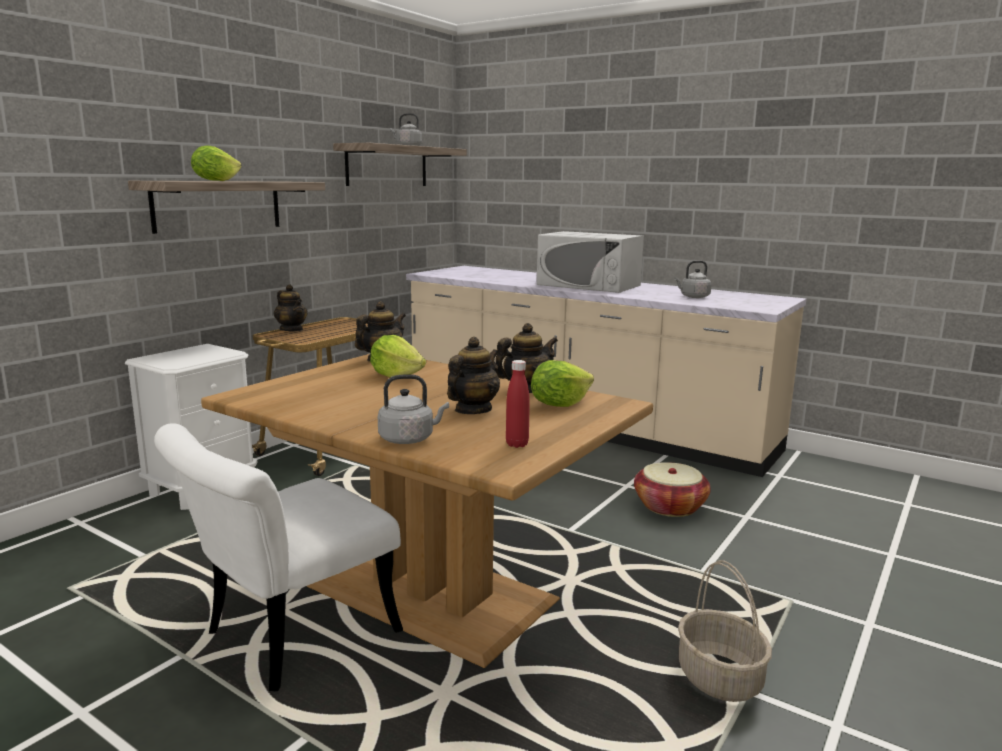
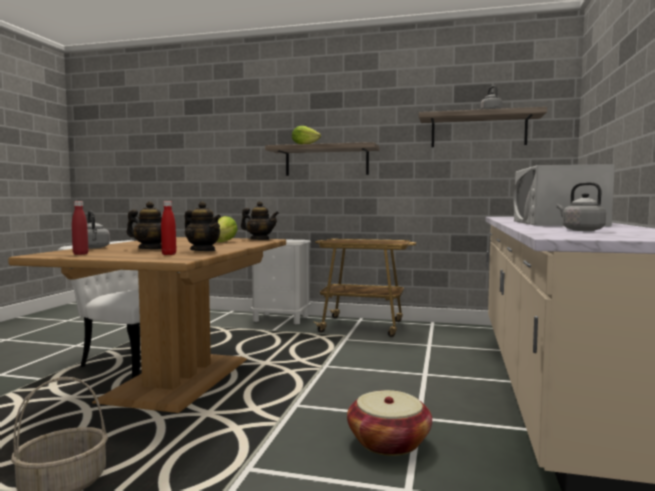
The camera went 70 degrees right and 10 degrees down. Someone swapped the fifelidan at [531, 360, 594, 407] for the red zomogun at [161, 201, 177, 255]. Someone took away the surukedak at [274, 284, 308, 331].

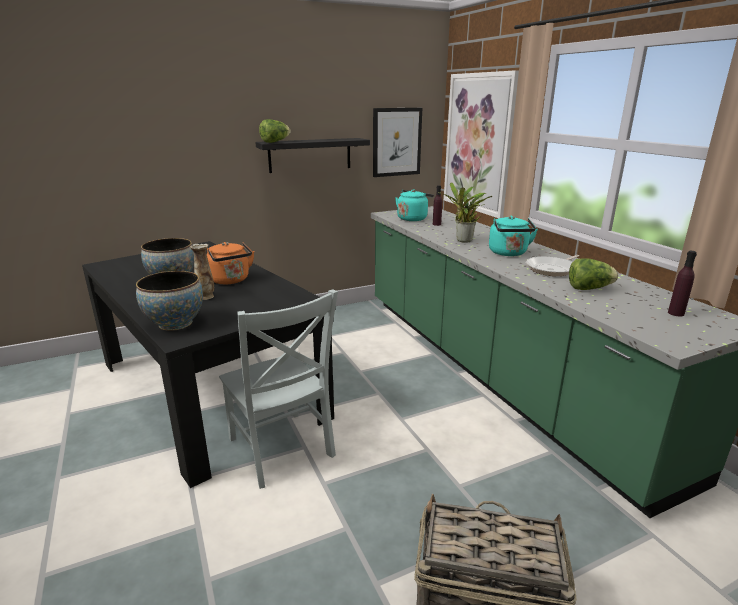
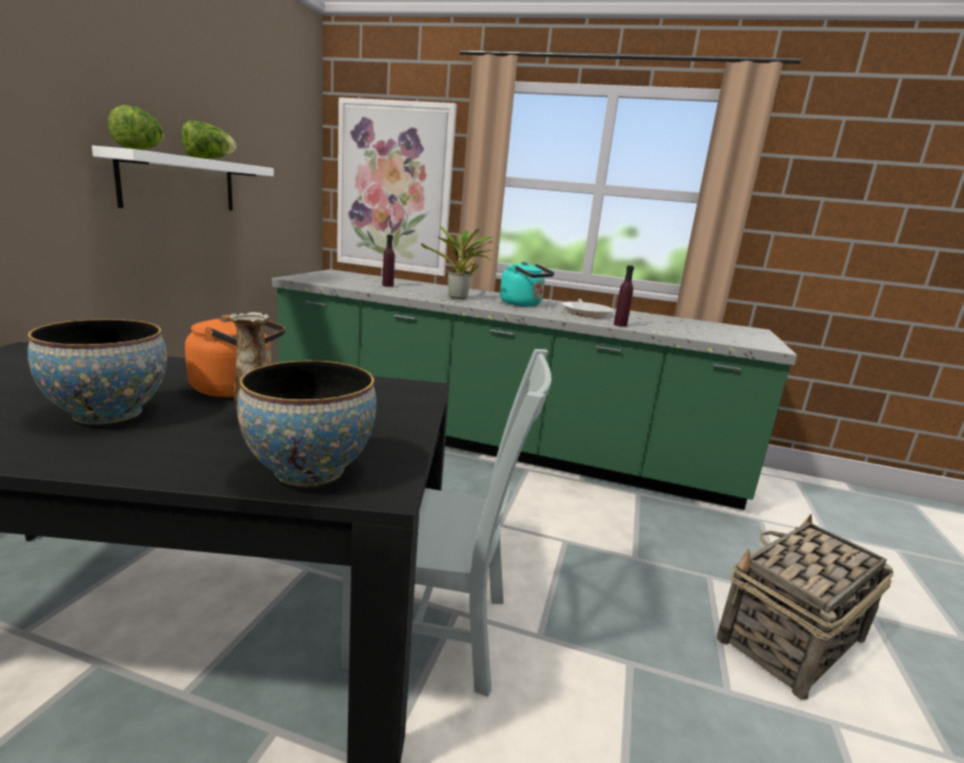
The camera went 50 degrees left and 5 degrees down. Someone repainted the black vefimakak at [255, 138, 370, 173], which became the white vefimakak at [92, 145, 274, 211]. Someone carried the fifelidan from [569, 258, 618, 290] to [182, 120, 236, 159]. Someone carried the purple zomogun from [668, 251, 697, 316] to [614, 265, 634, 327]. Someone took away the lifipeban at [373, 108, 422, 177]. Someone took away the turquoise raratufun at [395, 189, 434, 221].

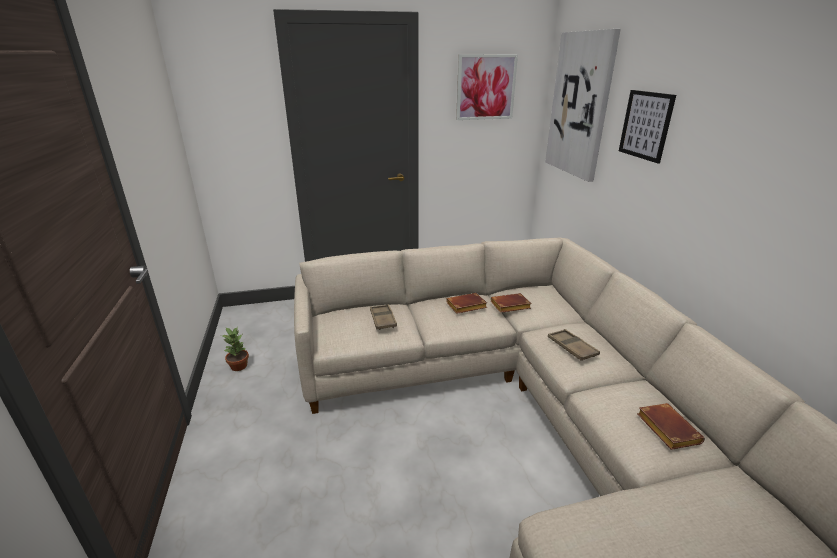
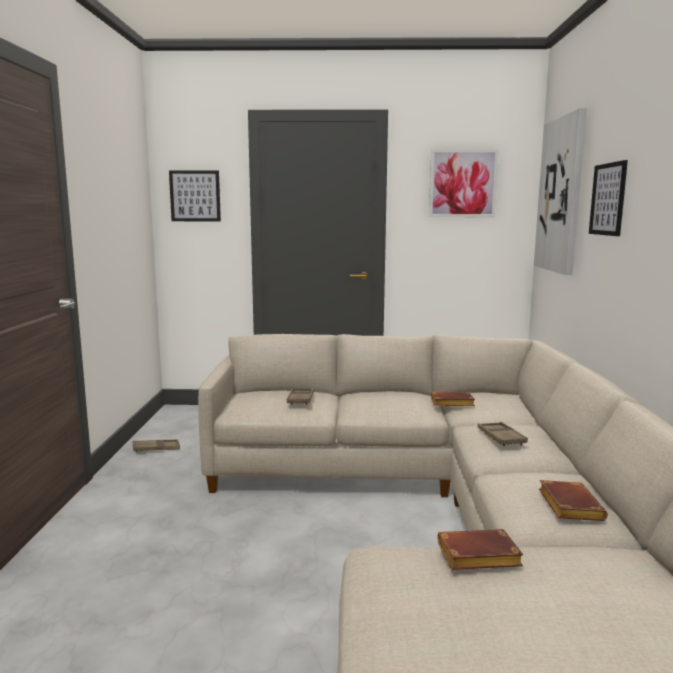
The camera went 15 degrees right and 15 degrees down. Someone swapped the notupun at [221, 327, 249, 371] for the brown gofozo at [133, 439, 180, 452]. Someone put up the lifipeban at [169, 170, 221, 222]. Someone carried the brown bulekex from [446, 293, 487, 314] to [438, 529, 523, 570].

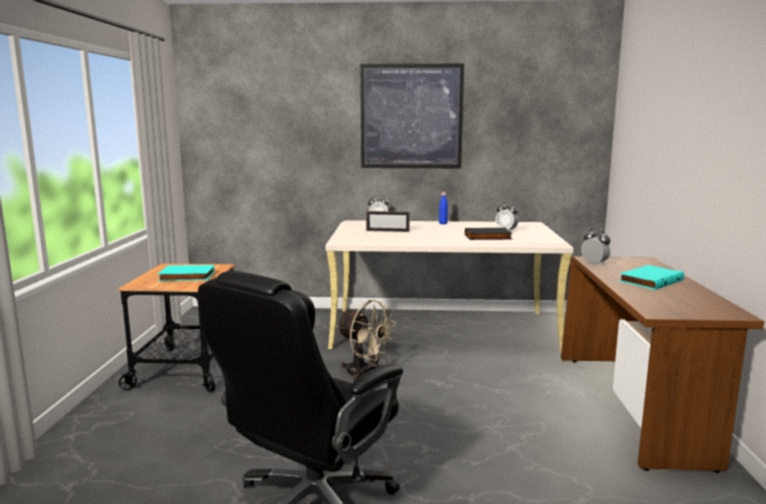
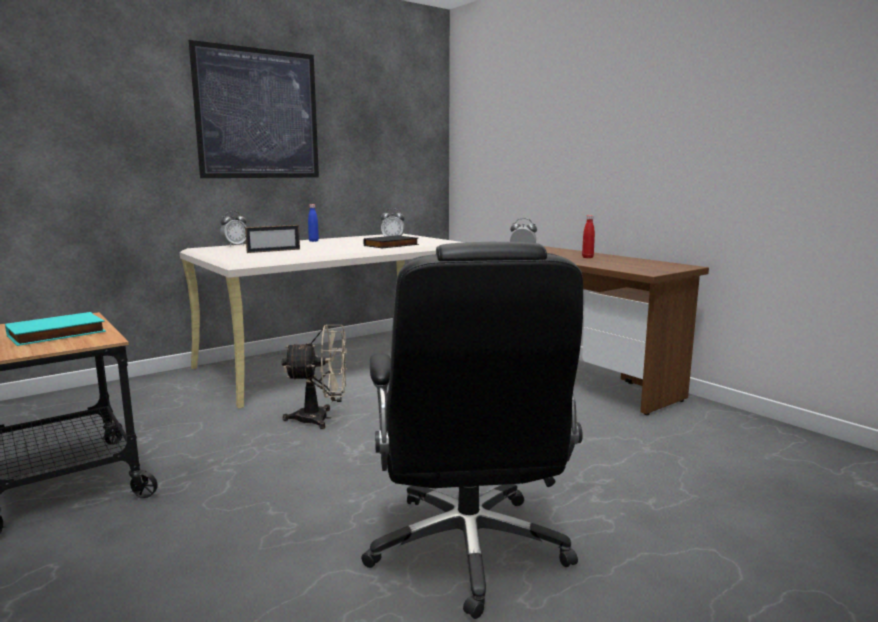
The camera went 40 degrees left and 0 degrees up. Someone swapped the turquoise bulekex at [619, 265, 684, 290] for the red zomogun at [582, 215, 595, 258].

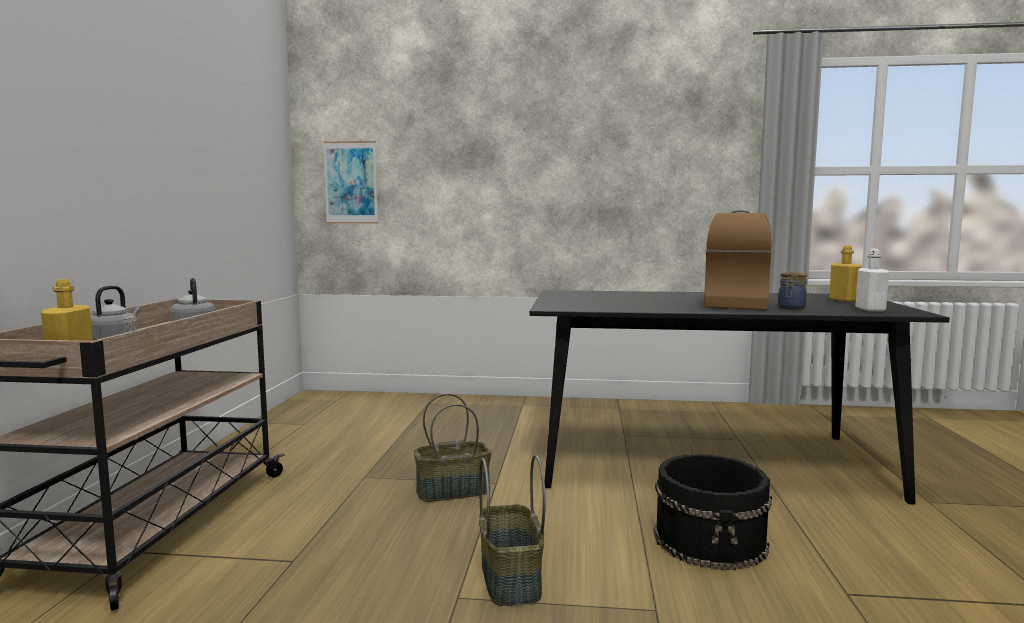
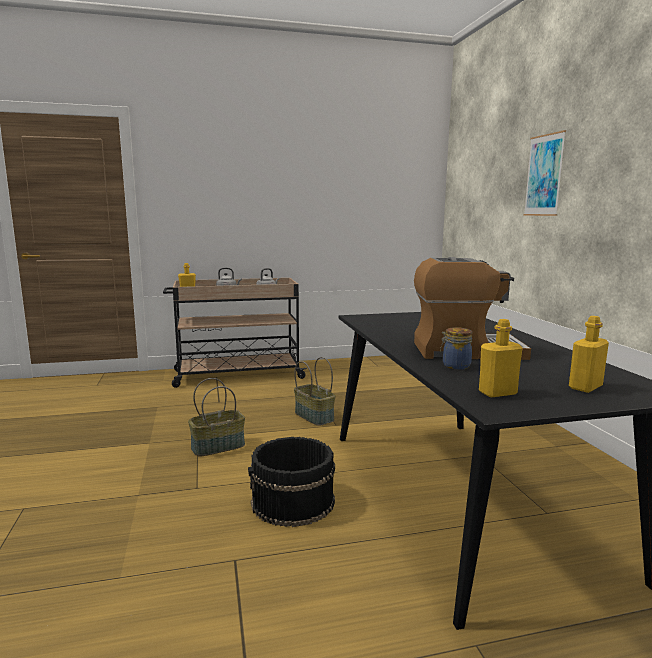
The camera went 70 degrees right and 5 degrees up. Someone repainted the white zomogun at [856, 249, 889, 311], which became the yellow zomogun at [479, 319, 523, 397]. Someone carried the lifipeban from [323, 141, 378, 224] to [523, 130, 566, 216].

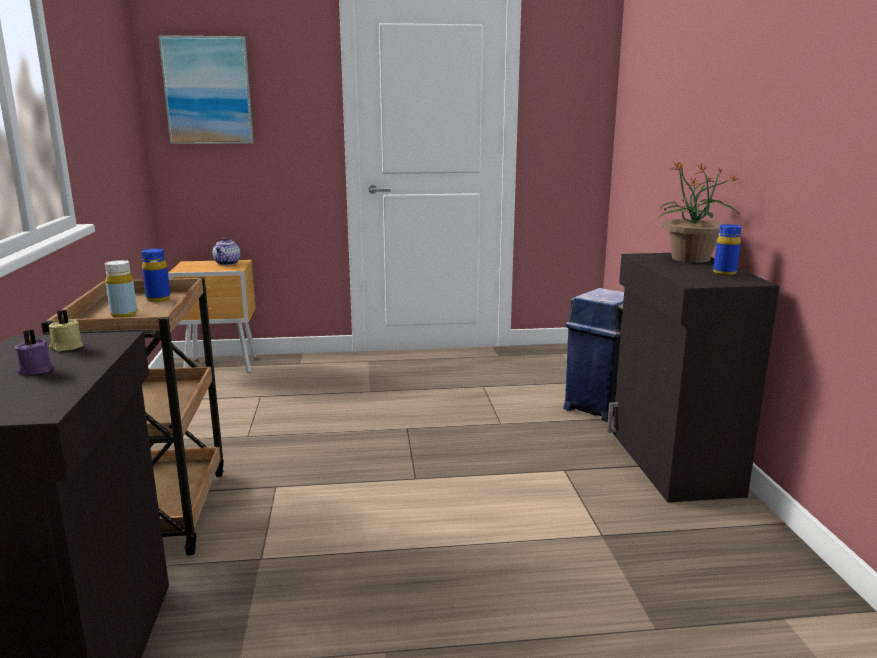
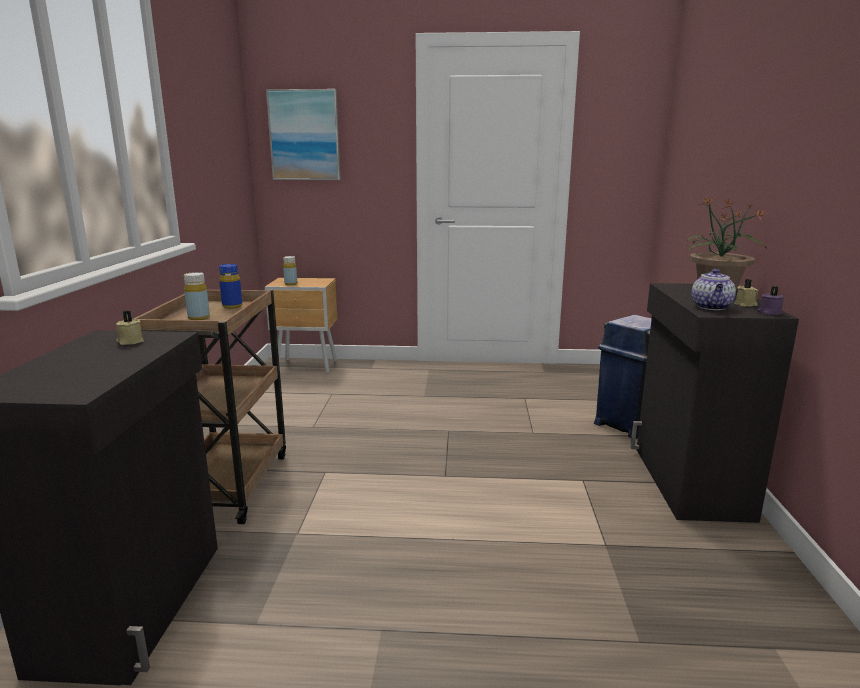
The camera went 10 degrees right and 0 degrees up. Someone put down the yellow zomogun at [283, 256, 297, 285]. Someone carried the surukedak from [213, 237, 241, 265] to [691, 269, 736, 310]. Someone swapped the blue zomogun at [713, 224, 741, 276] for the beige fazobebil at [734, 279, 758, 307]. Someone carried the purple fazobebil from [14, 330, 53, 375] to [757, 286, 784, 315].

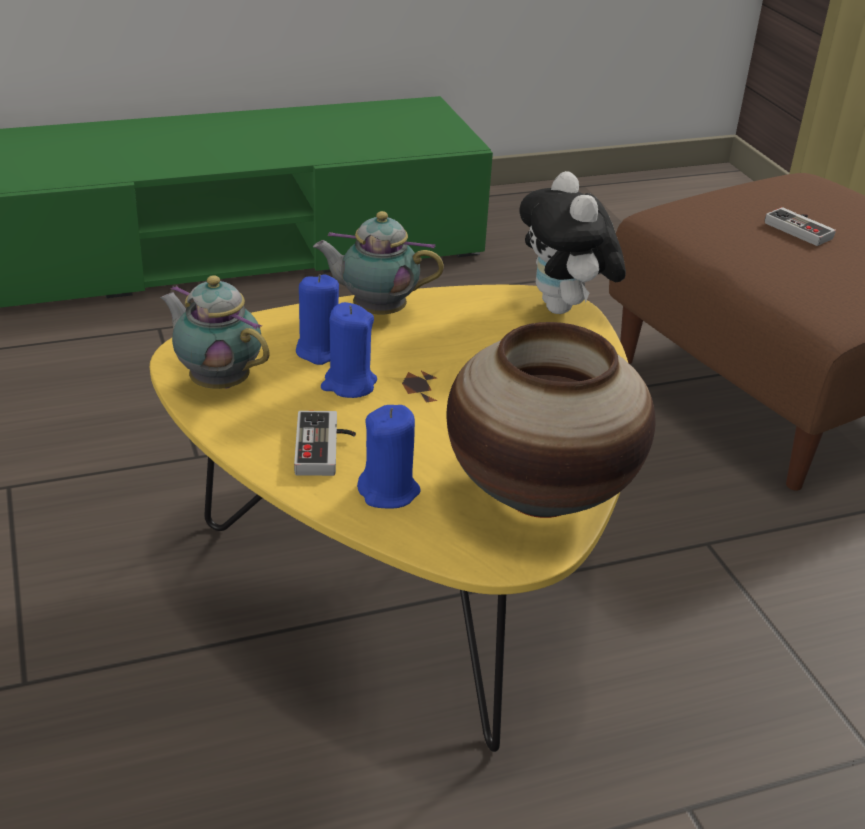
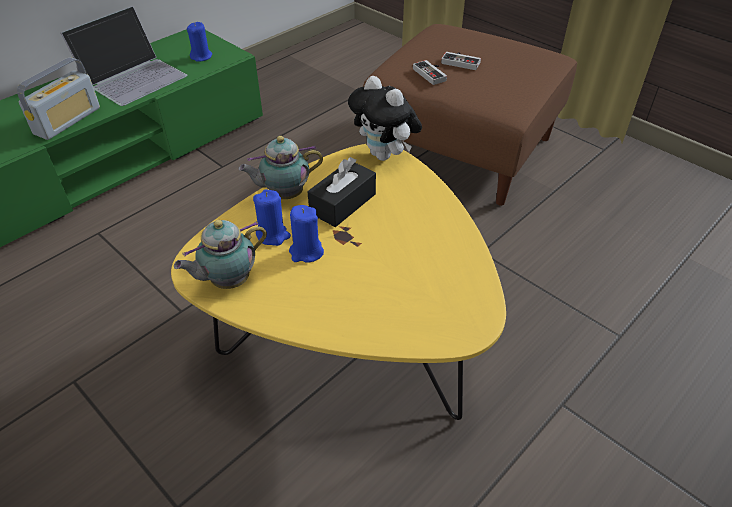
The camera went 25 degrees left and 10 degrees up. Someone put down the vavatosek at [17, 57, 100, 140]. Someone put down the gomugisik at [61, 6, 187, 106]. Someone rotated the surukedak at [160, 275, 270, 389] by 45 degrees counterclockwise. Someone carried the blue fazobebil from [357, 405, 421, 509] to [187, 22, 212, 62]. Someone put down the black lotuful at [307, 157, 376, 227]. Someone carried the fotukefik from [294, 411, 356, 476] to [413, 60, 447, 85]. Someone took away the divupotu at [446, 322, 655, 518].

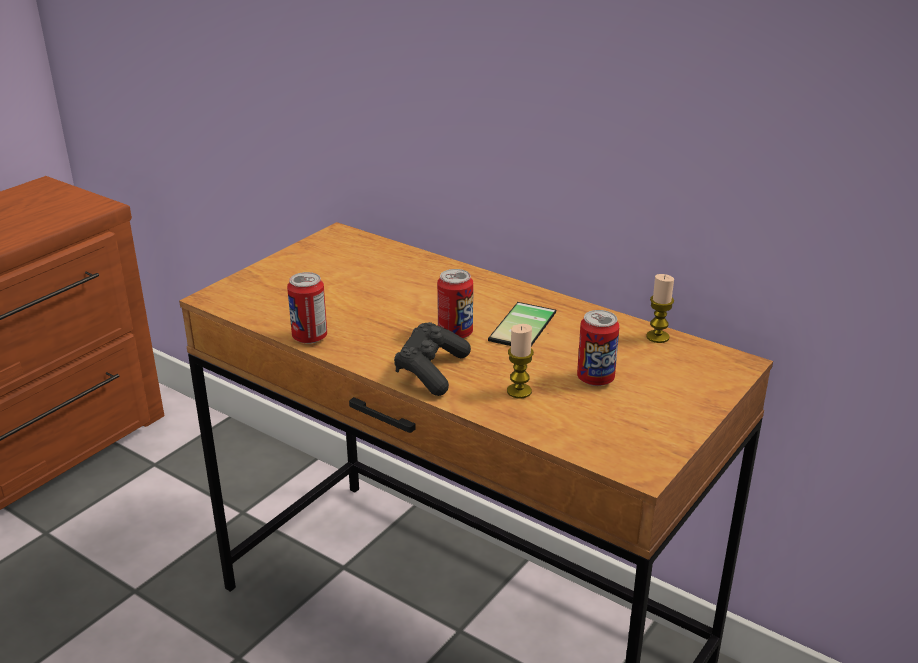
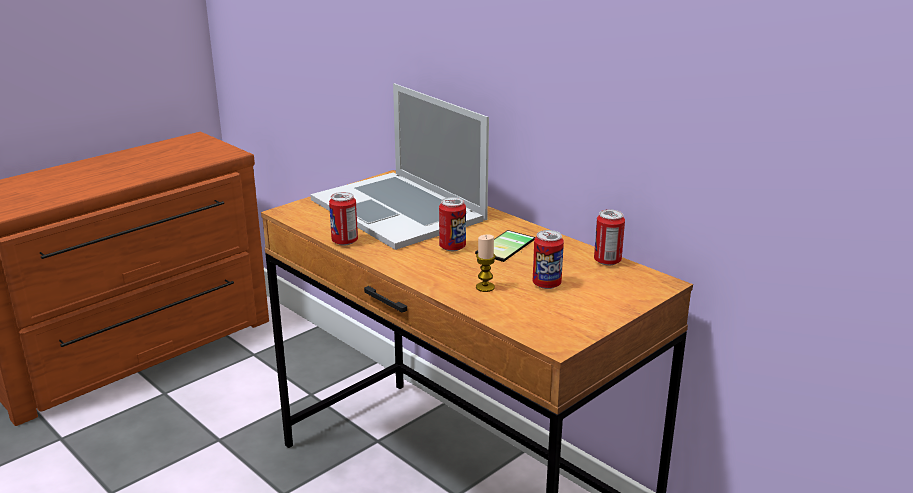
The camera went 10 degrees right and 5 degrees down. Someone put down the gomugisik at [310, 83, 489, 250]. Someone swapped the fazobebil at [646, 274, 674, 343] for the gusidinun at [594, 209, 625, 266]. Someone took away the black fotukefik at [394, 322, 471, 396].

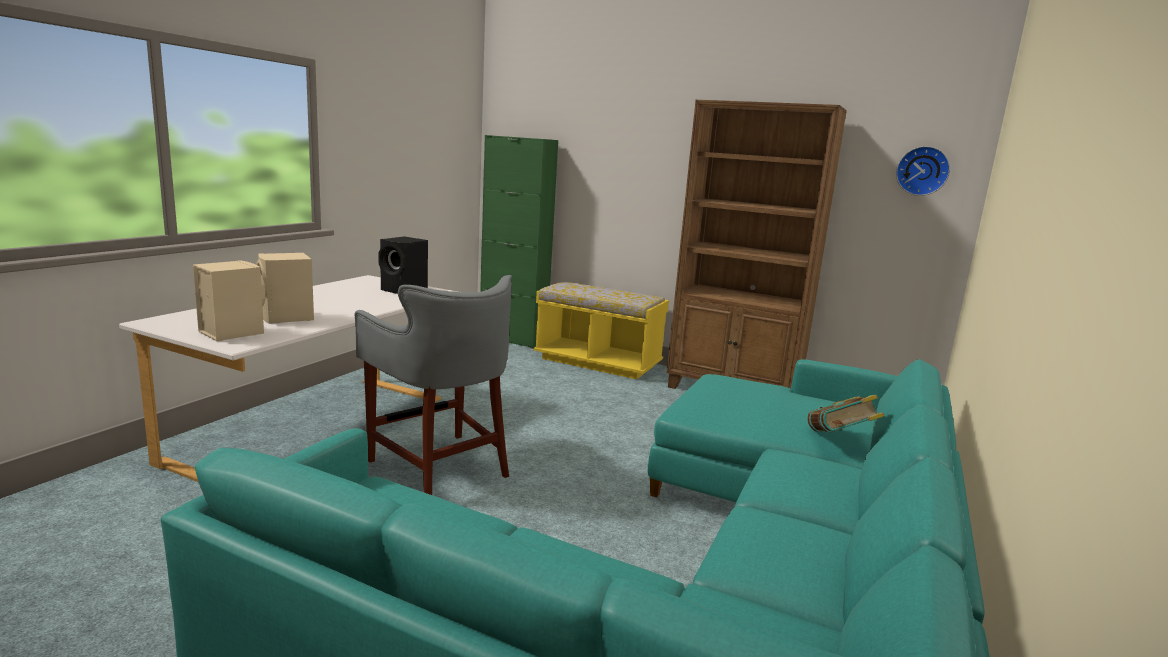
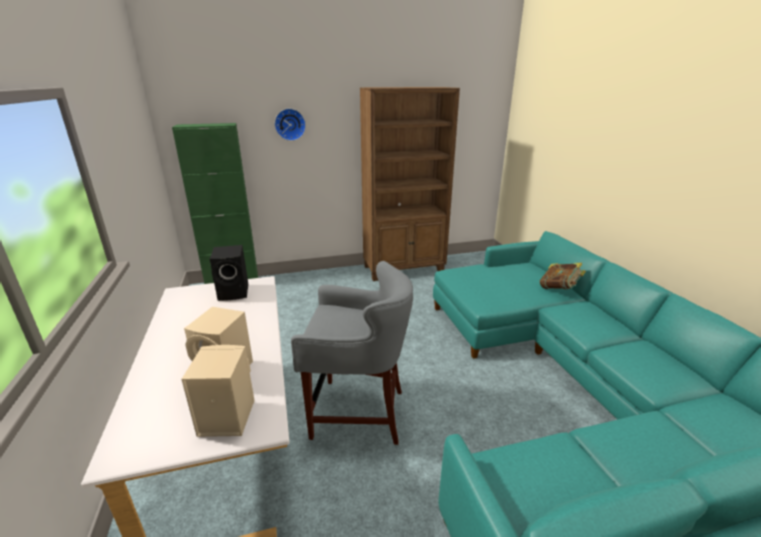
The camera went 40 degrees left and 10 degrees up. Someone carried the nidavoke from [896, 146, 950, 196] to [274, 108, 306, 141]. Someone took away the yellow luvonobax at [534, 282, 669, 379].

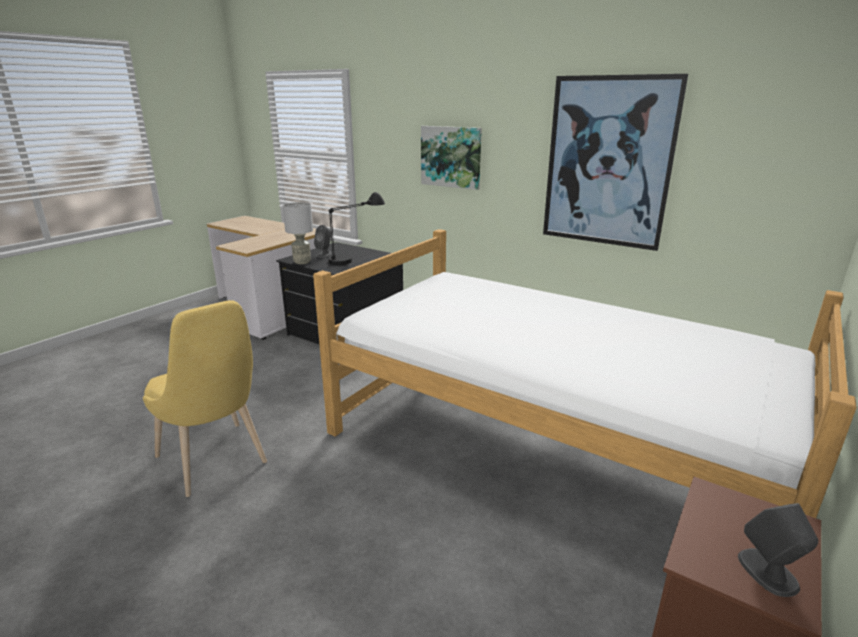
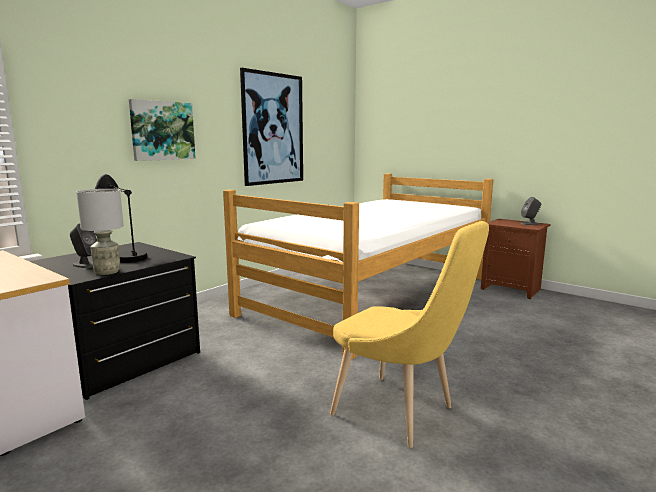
The camera went 85 degrees left and 10 degrees down. Someone rotated the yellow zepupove at [143, 300, 267, 497] by 75 degrees clockwise.

